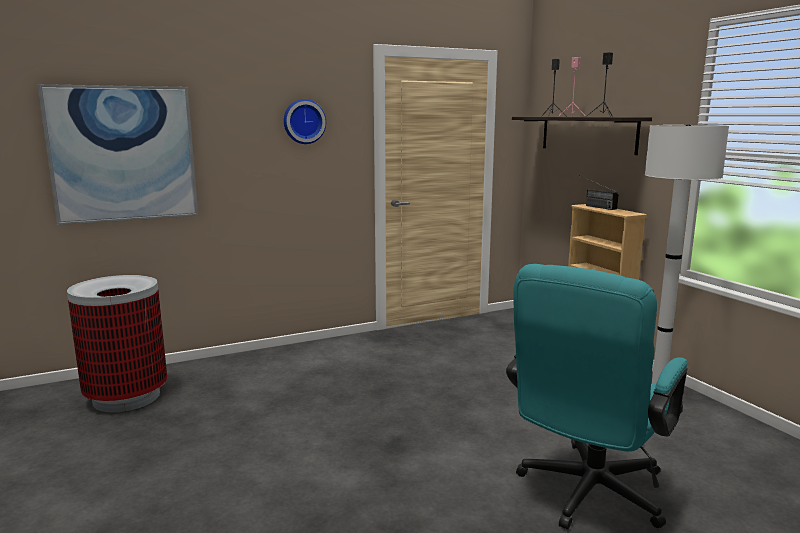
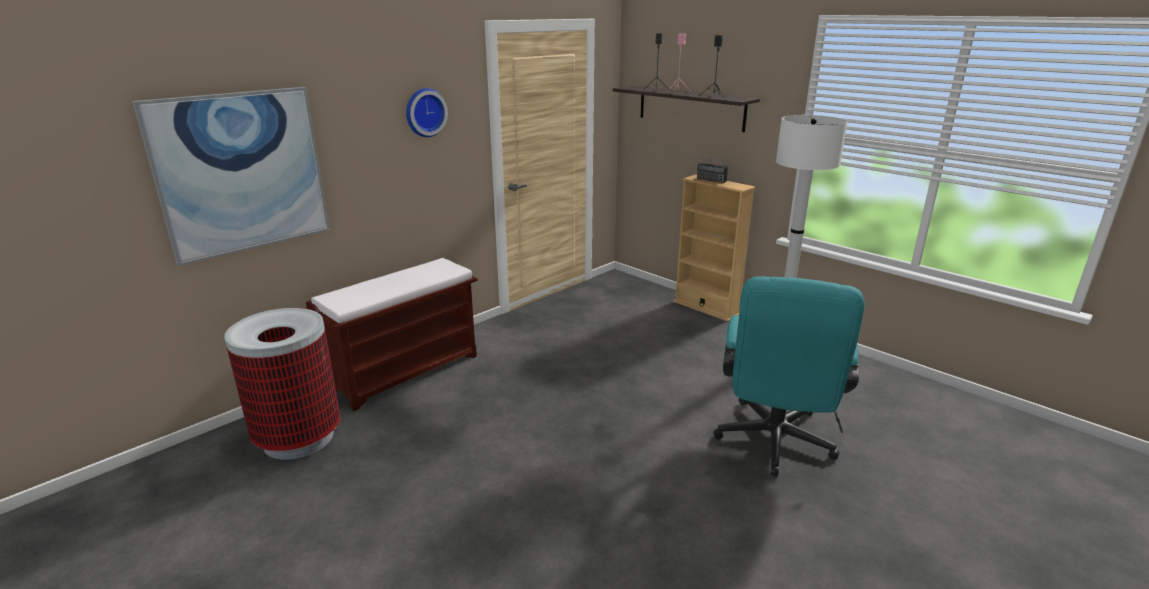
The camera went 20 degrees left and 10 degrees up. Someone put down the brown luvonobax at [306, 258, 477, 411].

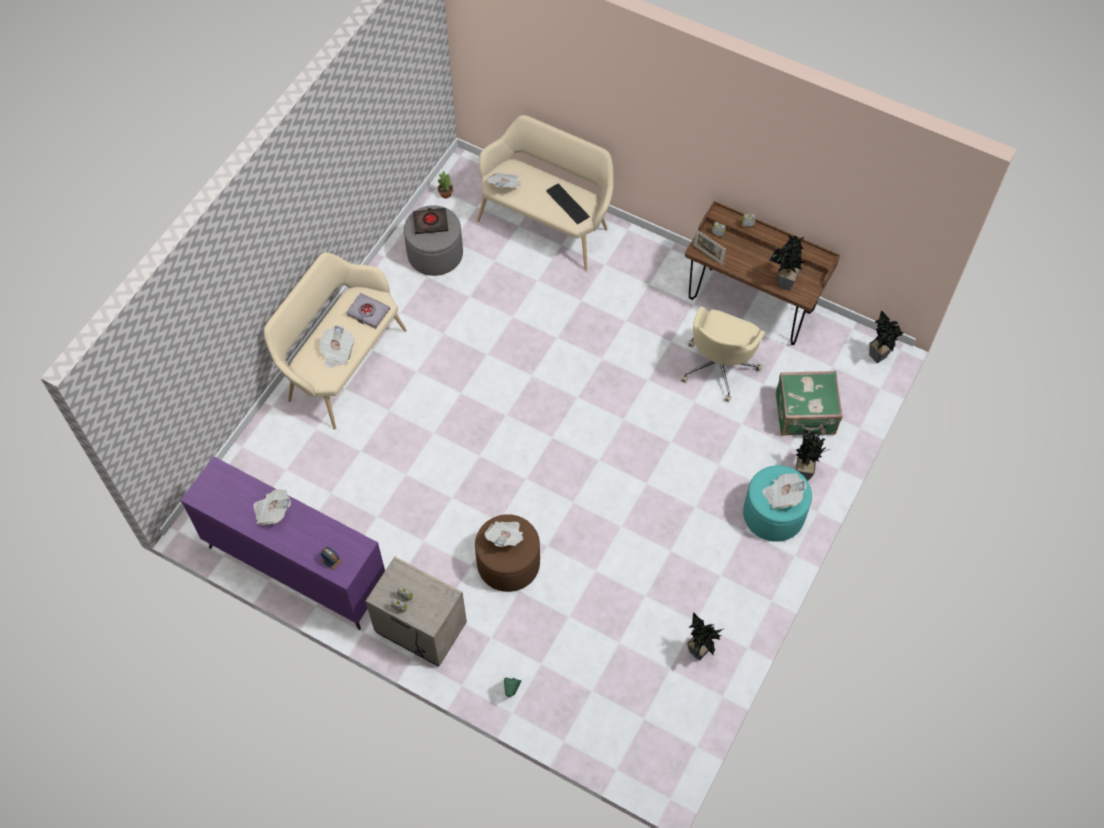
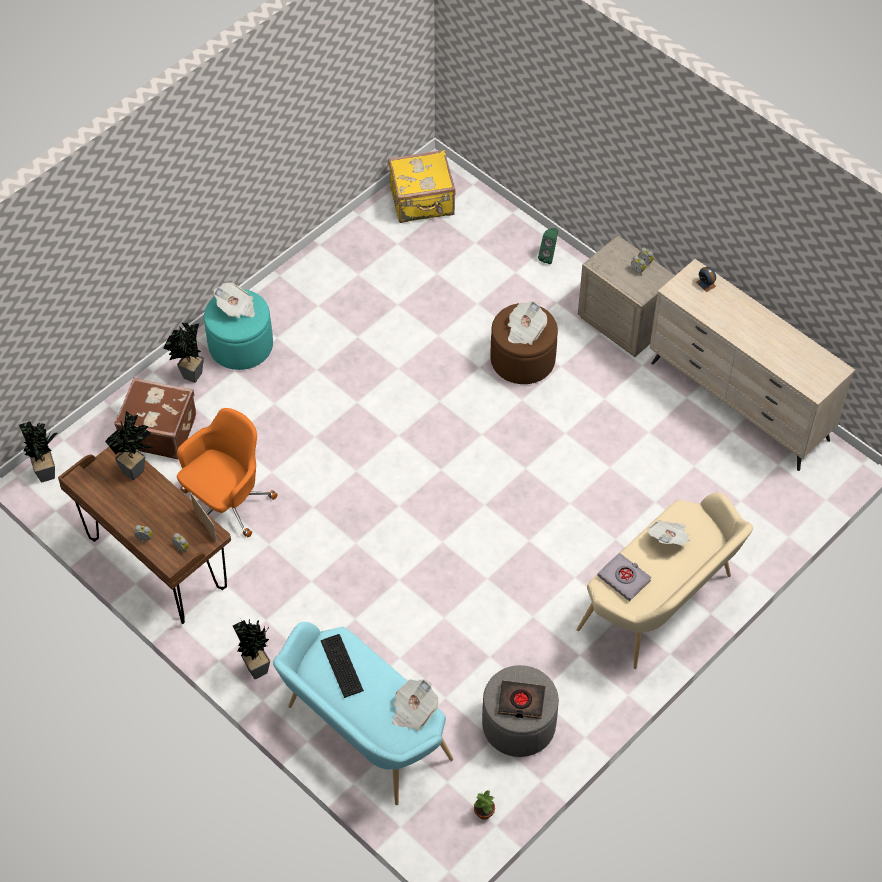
The camera went 165 degrees left and 5 degrees down. Someone repainted the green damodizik at [776, 371, 843, 436], which became the brown damodizik at [114, 378, 196, 459]. Someone repainted the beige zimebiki at [681, 306, 765, 402], which became the orange zimebiki at [177, 408, 278, 538]. Someone carried the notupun from [687, 612, 723, 660] to [233, 619, 270, 679]. Someone repainted the beige luvonobax at [477, 115, 614, 271], which became the turquoise luvonobax at [273, 622, 453, 805]. Someone put down the yellow damodizik at [388, 150, 456, 223]. Someone repainted the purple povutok at [180, 457, 385, 630], which became the beige povutok at [650, 259, 855, 471]. Someone took away the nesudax at [253, 489, 291, 525].

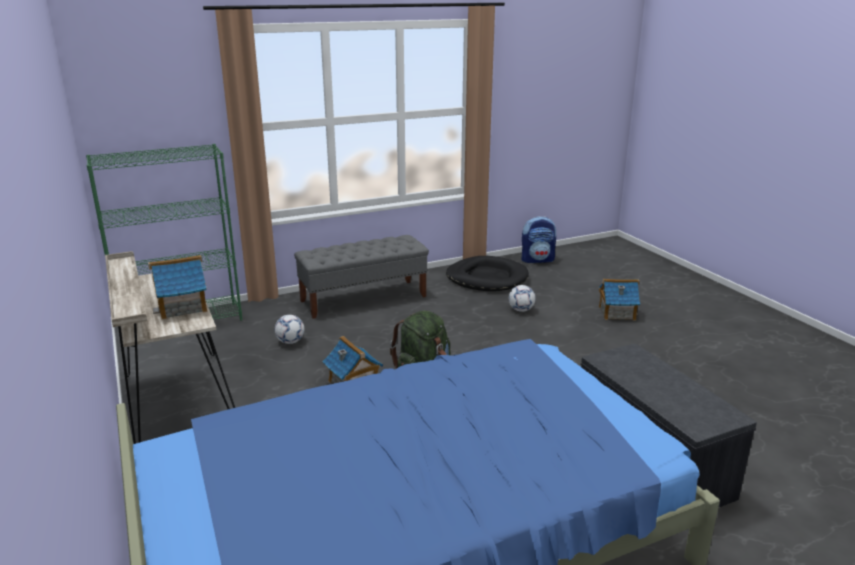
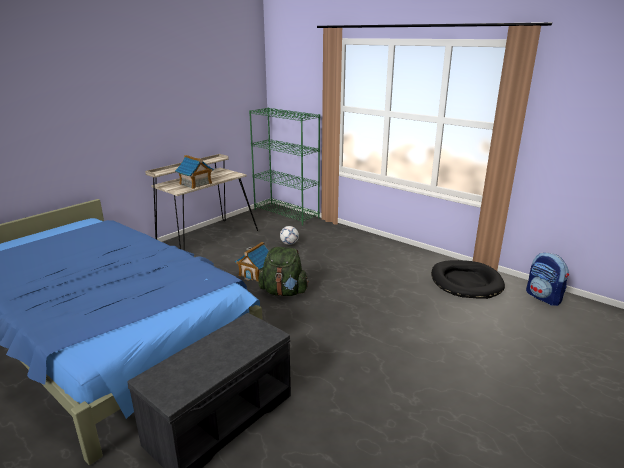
The camera went 65 degrees right and 0 degrees up. Someone took away the grey luvonobax at [294, 235, 429, 319]. Someone took away the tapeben at [509, 285, 535, 312]. Someone took away the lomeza at [599, 279, 640, 321].

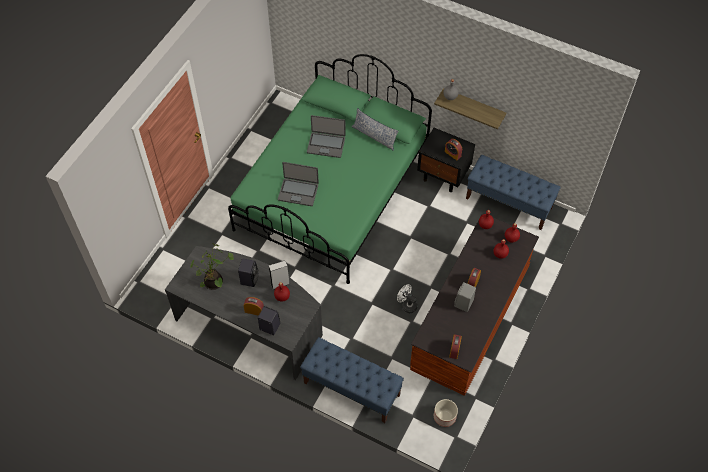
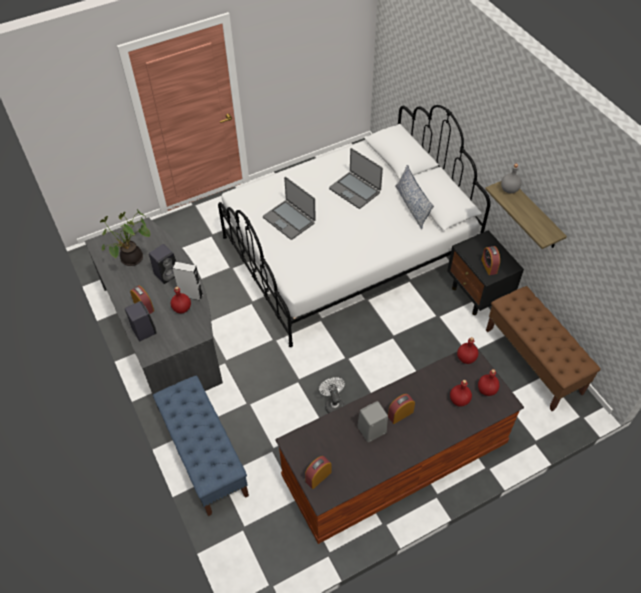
The camera went 35 degrees right and 5 degrees down. Someone repainted the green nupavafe at [228, 54, 432, 284], which became the white nupavafe at [218, 105, 491, 347]. Someone repainted the blue luvonobax at [466, 155, 561, 230], which became the brown luvonobax at [486, 286, 601, 411]. Someone took away the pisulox at [434, 399, 458, 427].

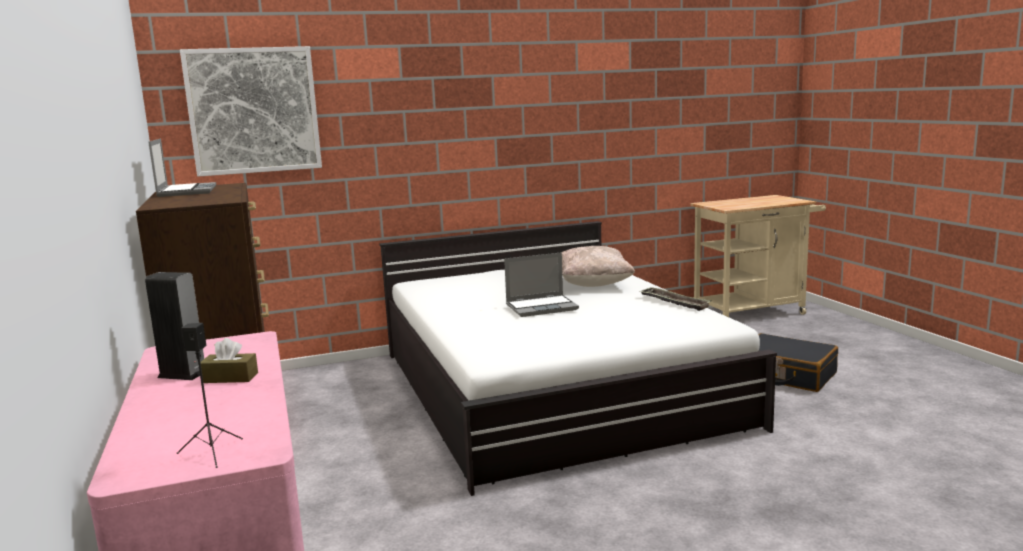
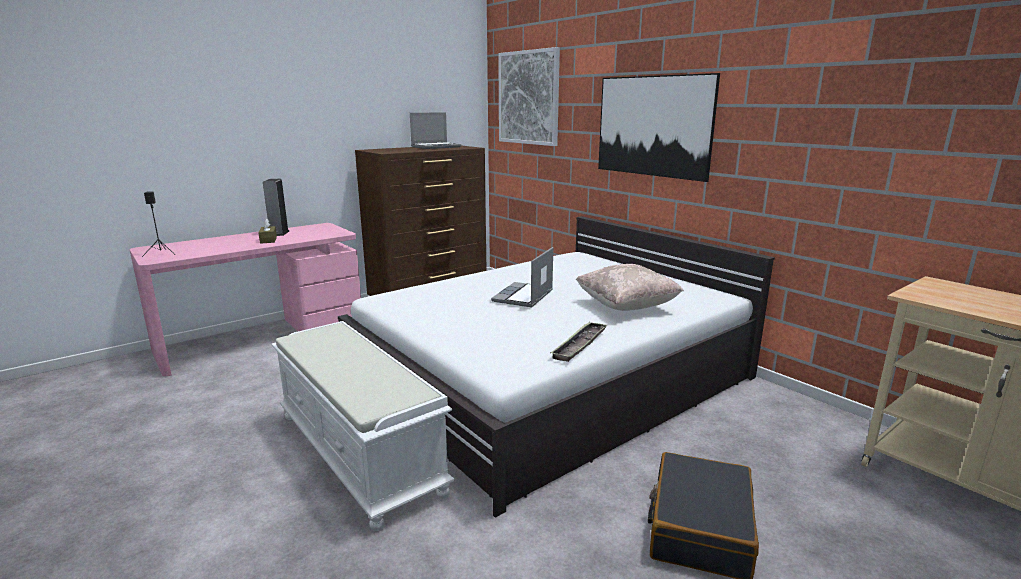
The camera went 70 degrees right and 5 degrees up. Someone put down the white luvonobax at [271, 321, 455, 531]. Someone rotated the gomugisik at [504, 252, 579, 317] by 60 degrees clockwise. Someone put up the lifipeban at [598, 73, 720, 182].

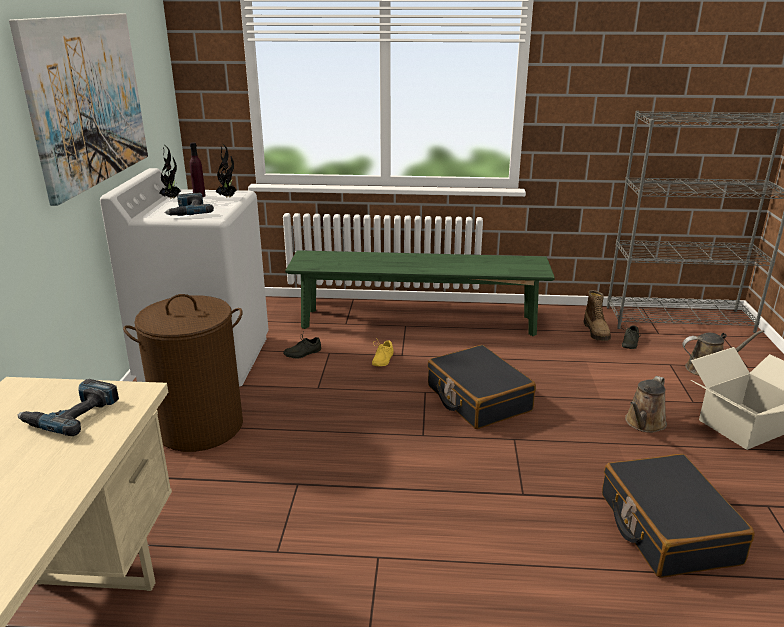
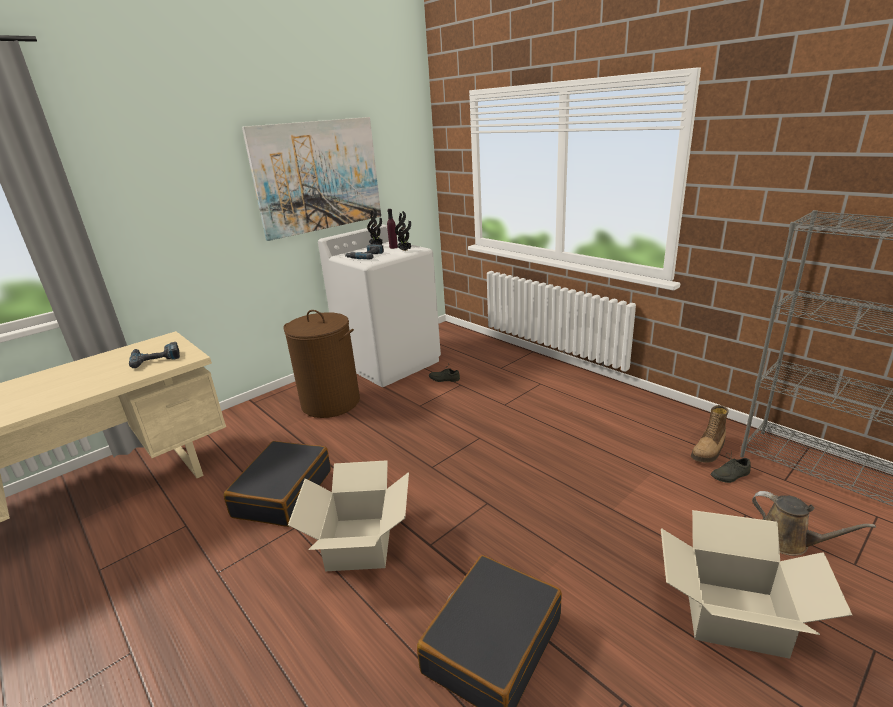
The camera went 45 degrees right and 0 degrees up. Someone carried the black damodizik from [427, 345, 536, 429] to [224, 441, 331, 527]. Someone put down the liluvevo at [288, 460, 409, 571]. Someone took away the green luvonobax at [285, 250, 555, 336]. Someone took away the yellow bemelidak at [372, 338, 394, 366]. Someone took away the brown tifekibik at [625, 376, 667, 433].

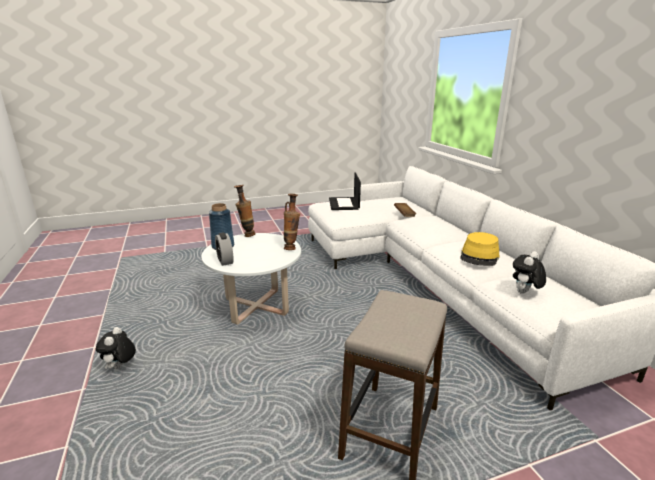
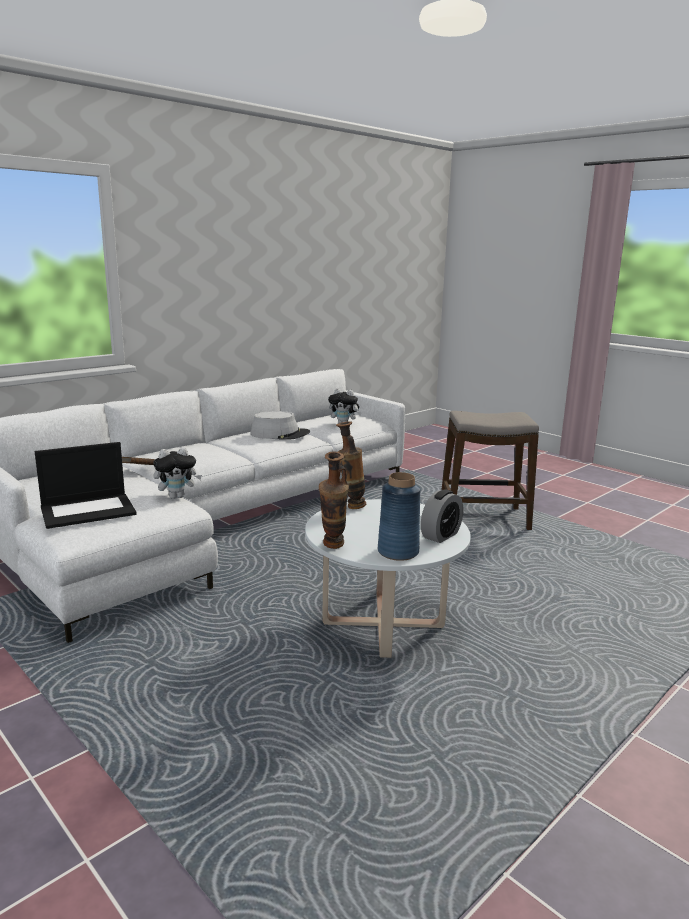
The camera went 115 degrees left and 5 degrees down. Someone carried the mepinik from [96, 327, 136, 370] to [153, 447, 202, 499]. Someone repainted the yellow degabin at [460, 232, 500, 266], which became the grey degabin at [251, 411, 310, 440].

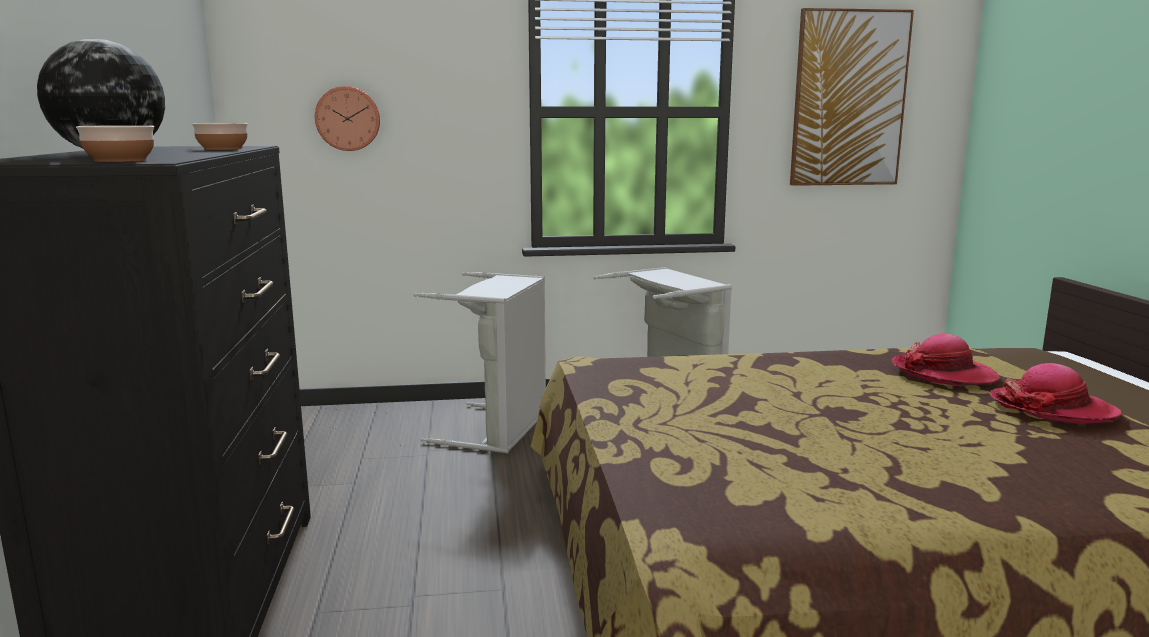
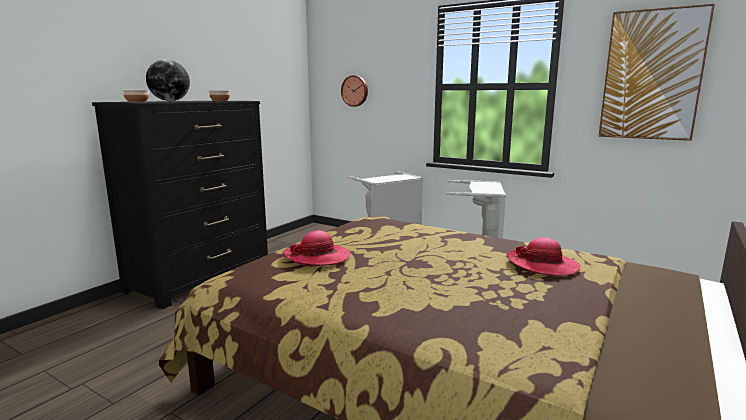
The camera went 40 degrees right and 0 degrees up. Someone carried the degabin from [989, 363, 1122, 424] to [282, 230, 350, 267].

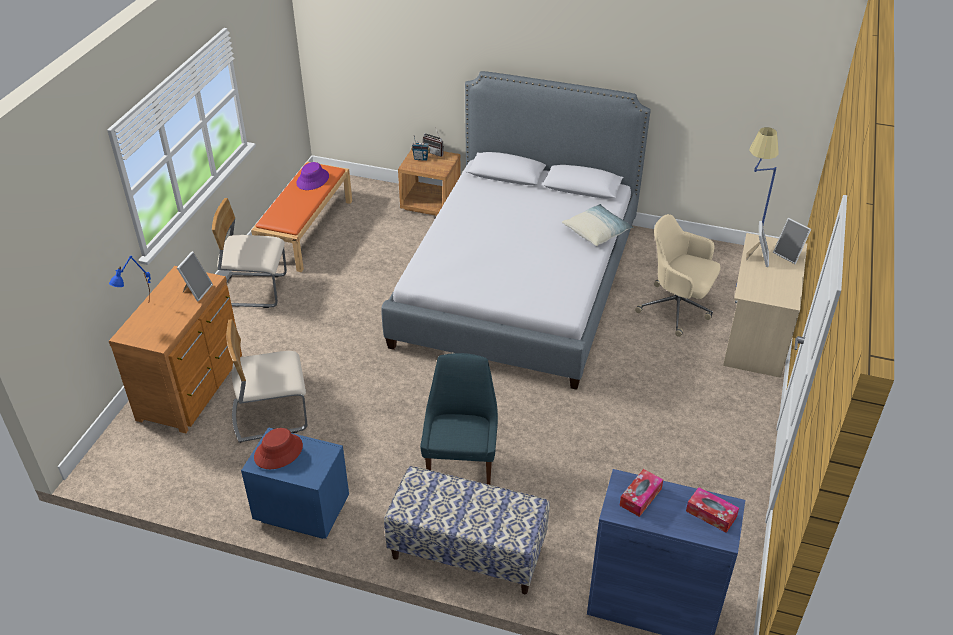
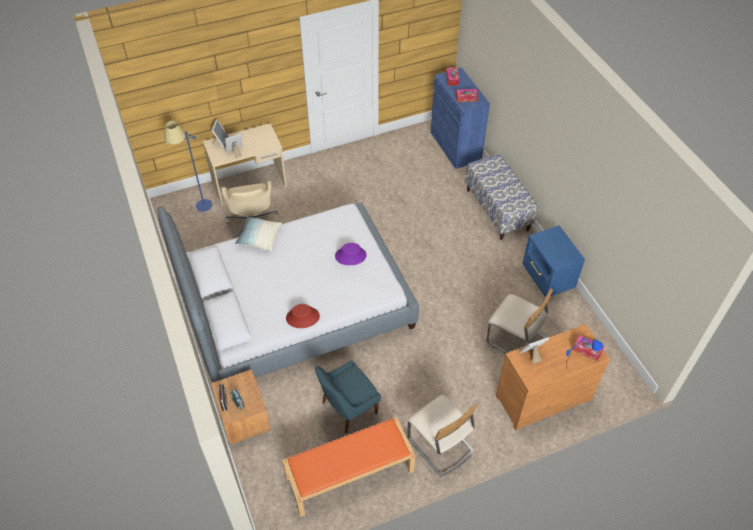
The camera went 130 degrees left and 10 degrees up. Someone carried the red degabin from [254, 428, 303, 469] to [286, 304, 320, 328]. Someone carried the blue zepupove from [420, 353, 498, 485] to [315, 360, 381, 434]. Someone carried the purple degabin from [296, 162, 329, 190] to [335, 243, 367, 265]. Someone put down the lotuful at [573, 335, 604, 361].

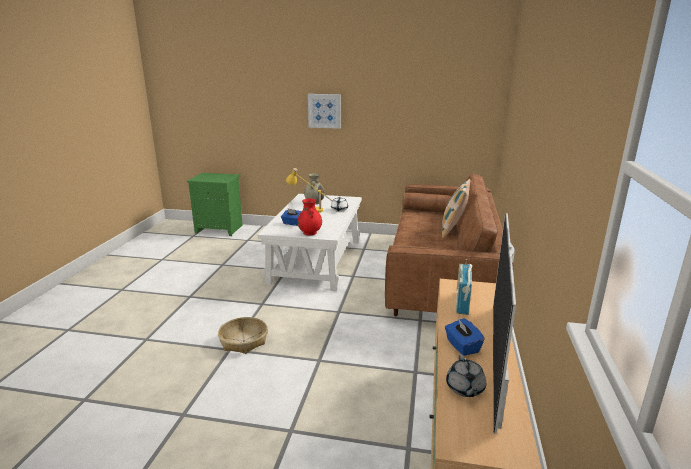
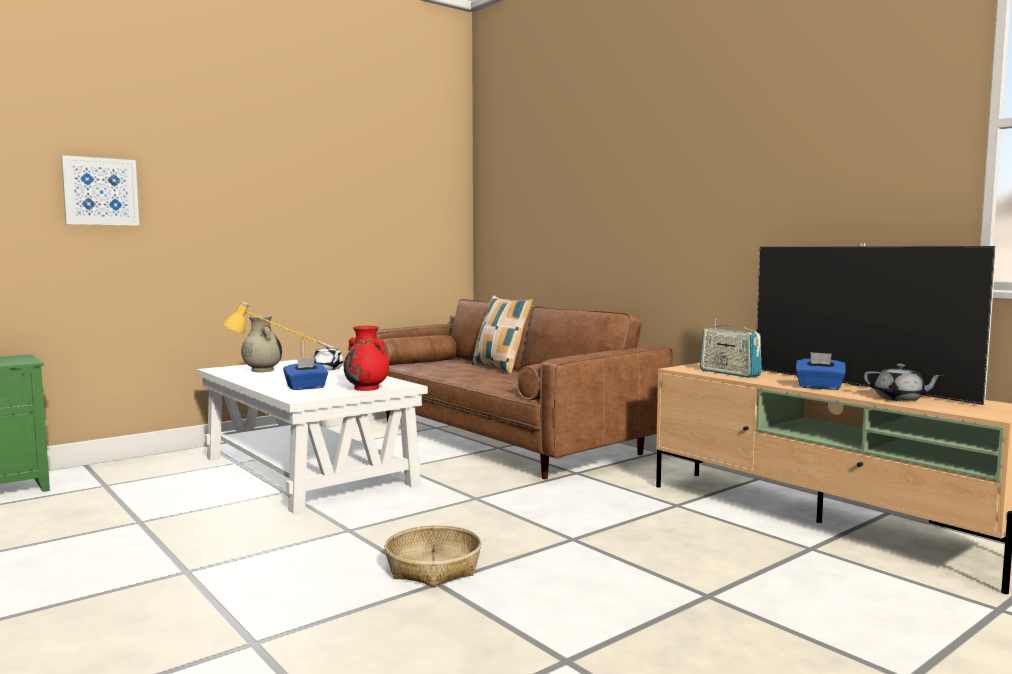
The camera went 50 degrees left and 15 degrees down. Someone carried the lifipeban from [308, 94, 341, 129] to [61, 155, 139, 226].

